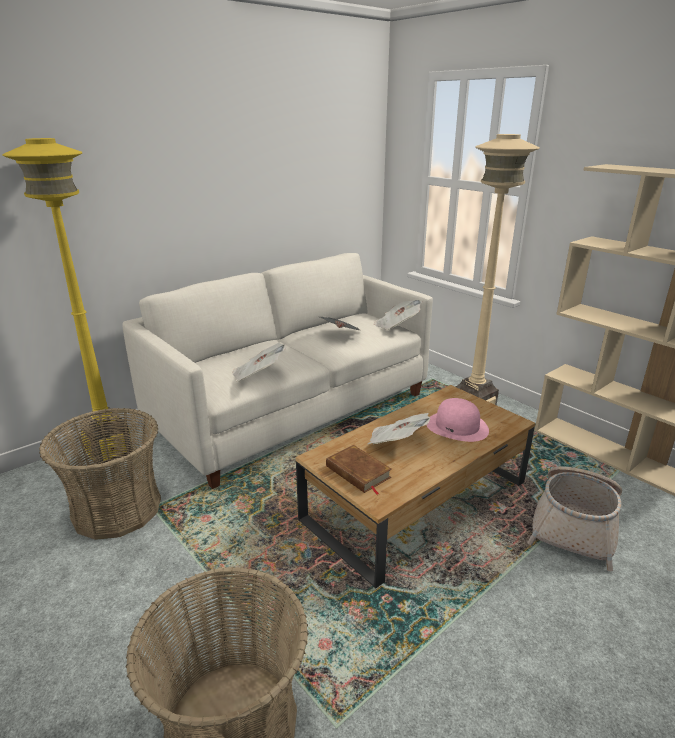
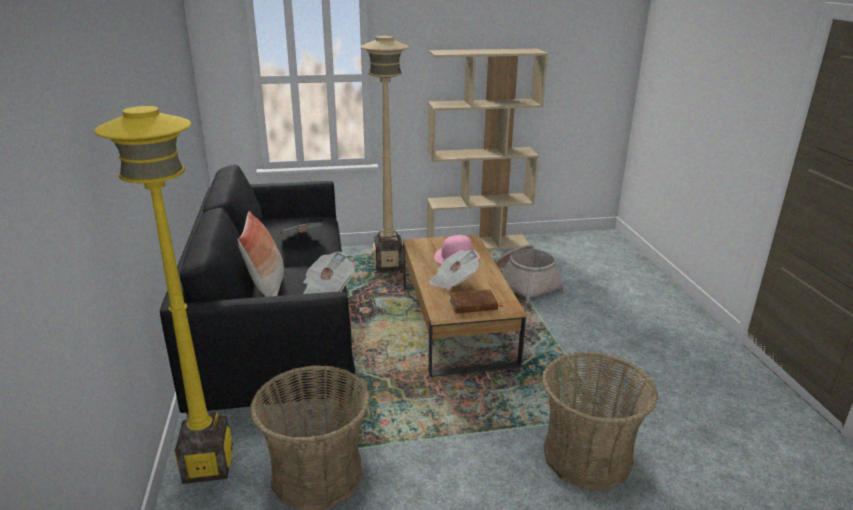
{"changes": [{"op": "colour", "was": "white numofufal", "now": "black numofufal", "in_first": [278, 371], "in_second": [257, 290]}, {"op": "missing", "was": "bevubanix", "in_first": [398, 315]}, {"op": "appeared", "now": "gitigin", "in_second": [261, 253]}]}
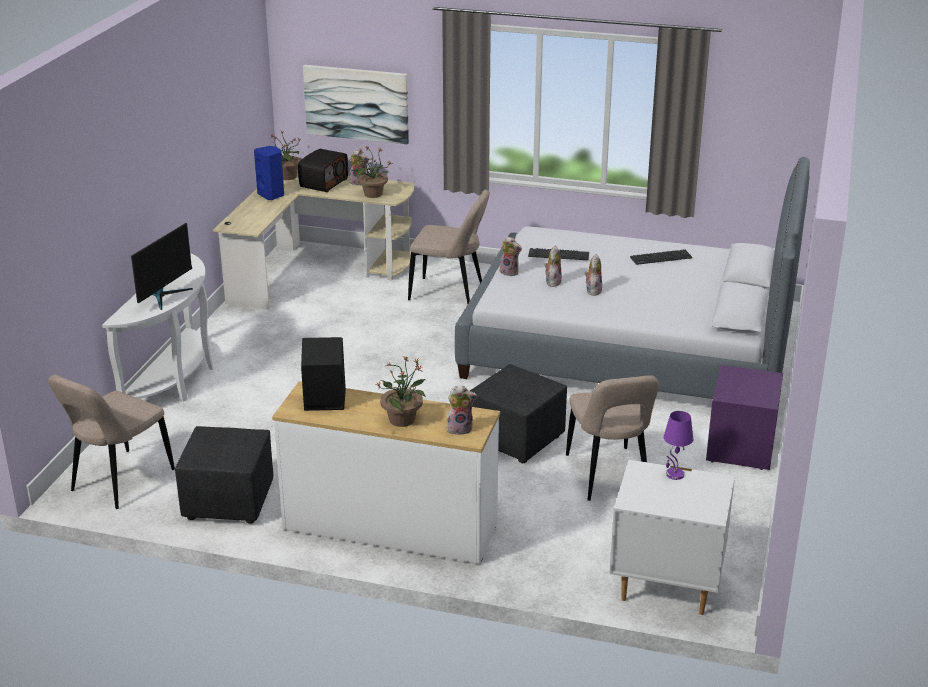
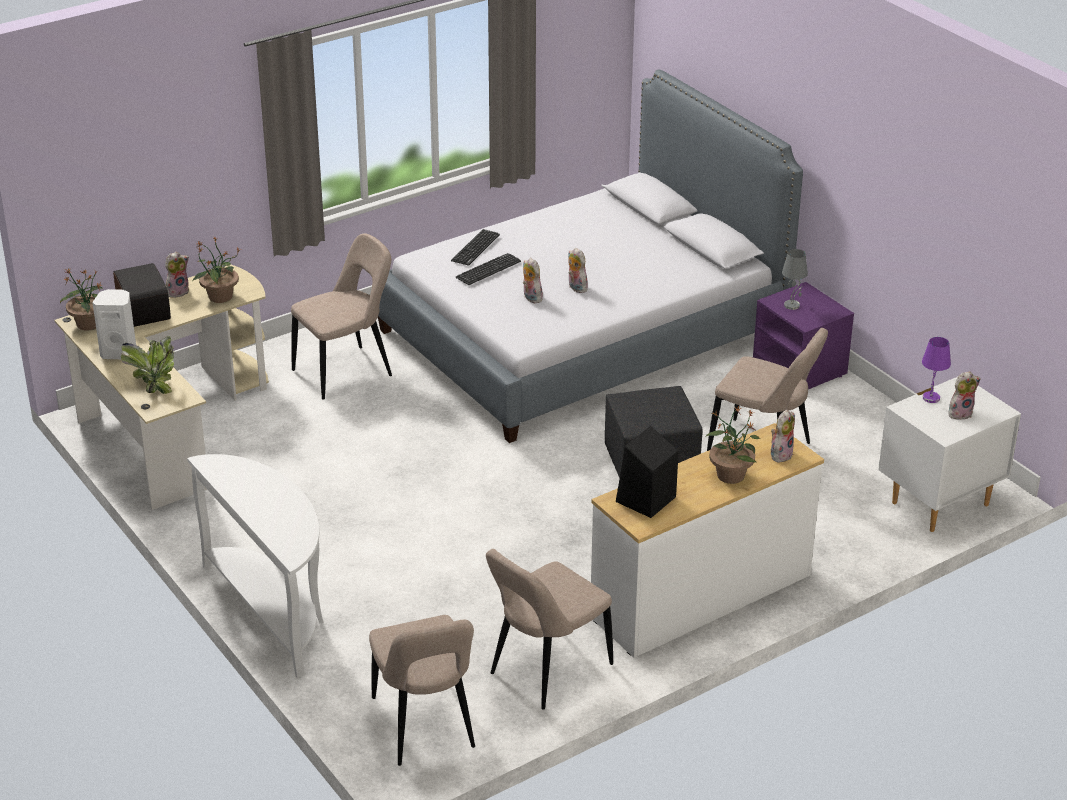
{"changes": [{"op": "missing", "was": "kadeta", "in_first": [162, 266]}, {"op": "exchanged", "was": "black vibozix", "now": "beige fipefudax", "in_first": [224, 475], "in_second": [549, 629]}, {"op": "colour", "was": "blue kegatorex", "now": "white kegatorex", "in_first": [269, 173], "in_second": [114, 324]}, {"op": "missing", "was": "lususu", "in_first": [356, 104]}, {"op": "relocated", "was": "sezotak", "in_first": [510, 256], "in_second": [964, 395]}, {"op": "relocated", "was": "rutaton", "in_first": [661, 257], "in_second": [475, 247]}, {"op": "appeared", "now": "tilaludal", "in_second": [148, 365]}, {"op": "appeared", "now": "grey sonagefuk", "in_second": [795, 279]}]}
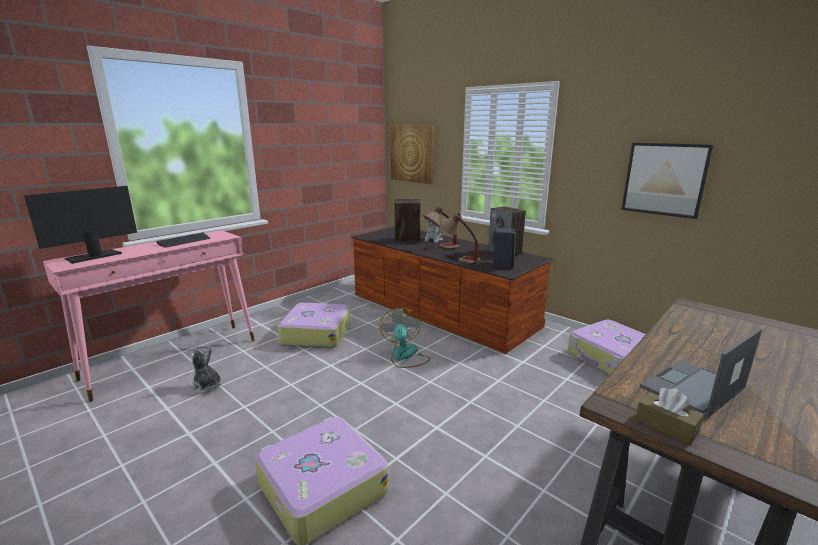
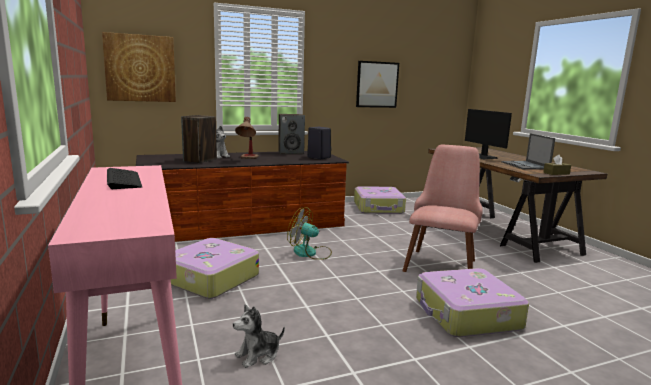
{"changes": [{"op": "relocated", "was": "kadeta", "in_first": [80, 225], "in_second": [488, 134]}, {"op": "missing", "was": "sonagefuk", "in_first": [460, 238]}, {"op": "appeared", "now": "pink fipefudax", "in_second": [443, 208]}]}
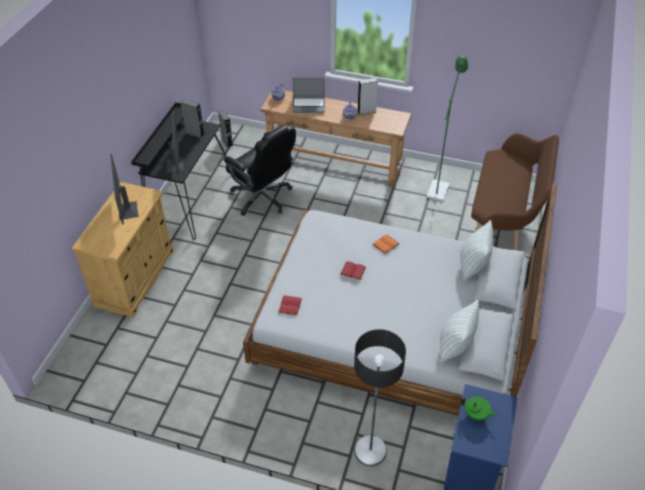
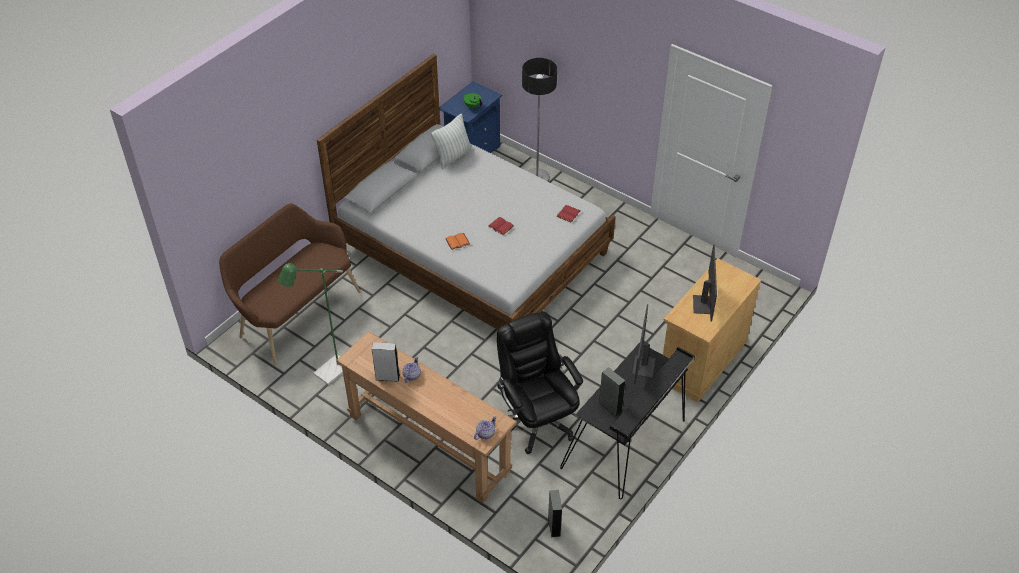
{"changes": [{"op": "missing", "was": "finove", "in_first": [308, 95]}, {"op": "missing", "was": "gitigin", "in_first": [476, 251]}]}
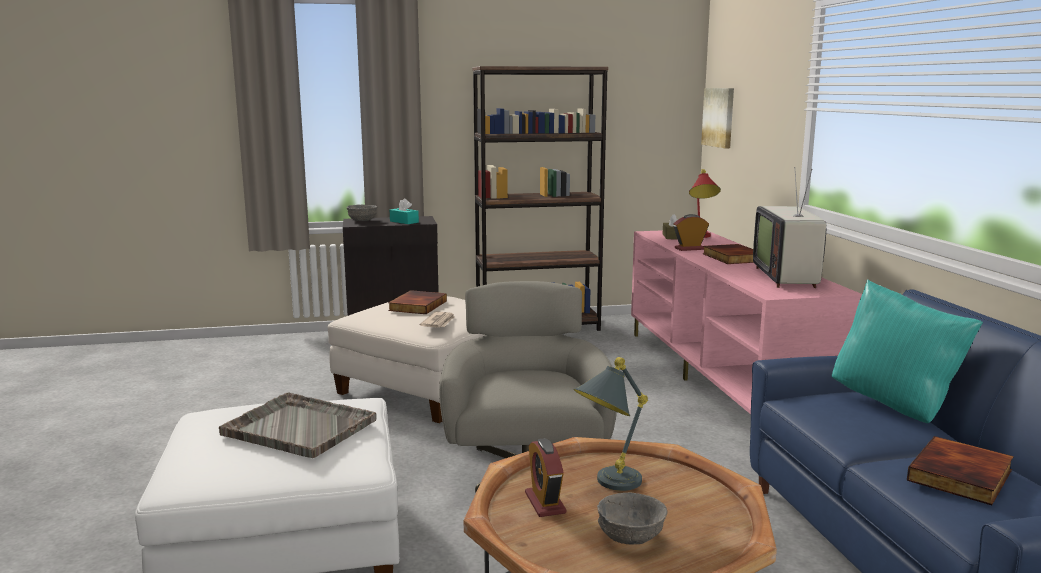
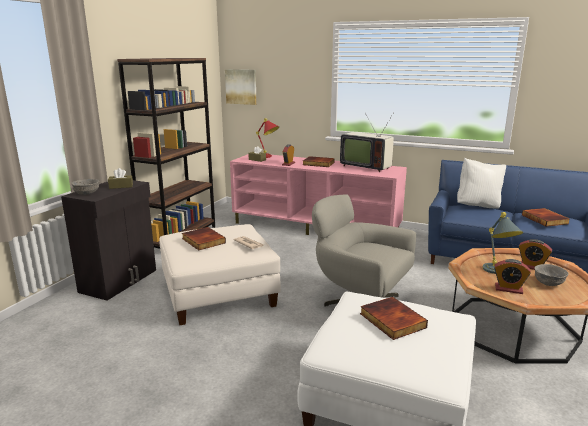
{"changes": [{"op": "exchanged", "was": "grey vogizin", "now": "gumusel", "in_first": [298, 425], "in_second": [394, 318]}, {"op": "colour", "was": "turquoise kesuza", "now": "brown kesuza", "in_first": [404, 211], "in_second": [120, 178]}, {"op": "colour", "was": "turquoise gitigin", "now": "white gitigin", "in_first": [907, 351], "in_second": [481, 183]}, {"op": "appeared", "now": "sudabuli", "in_second": [535, 254]}]}
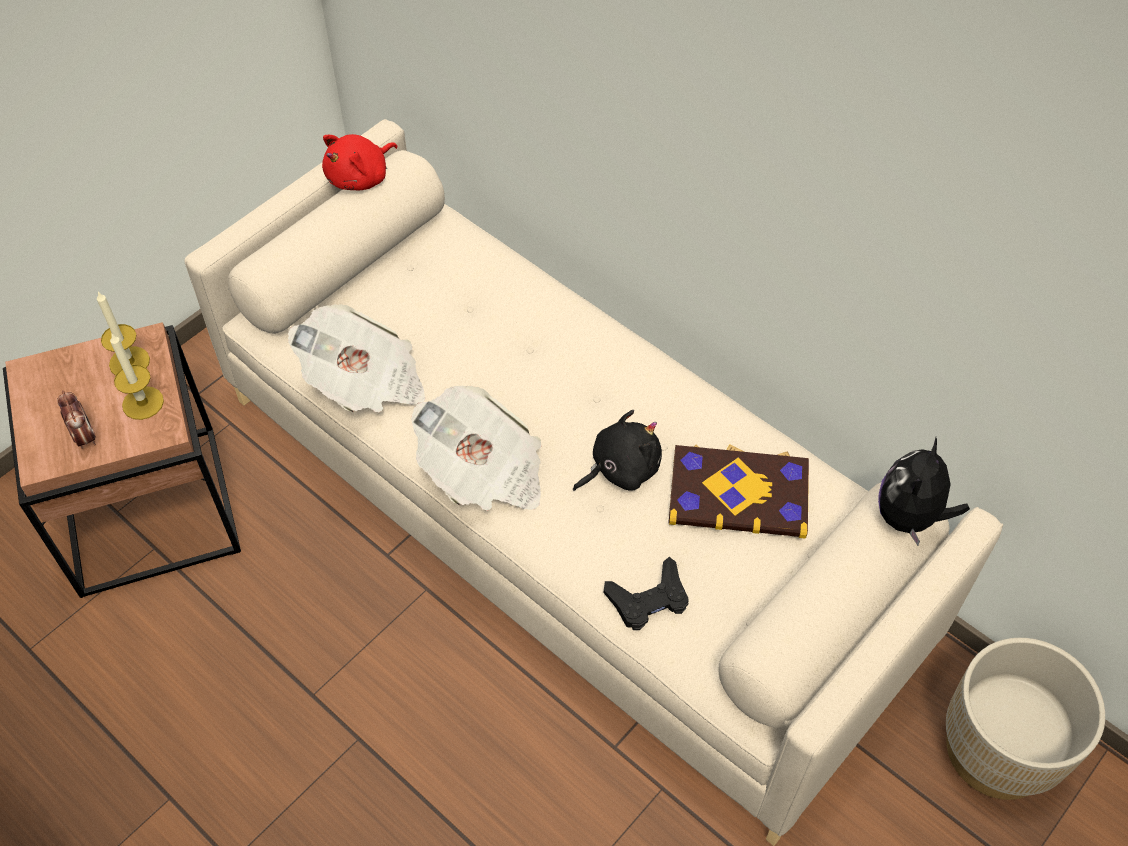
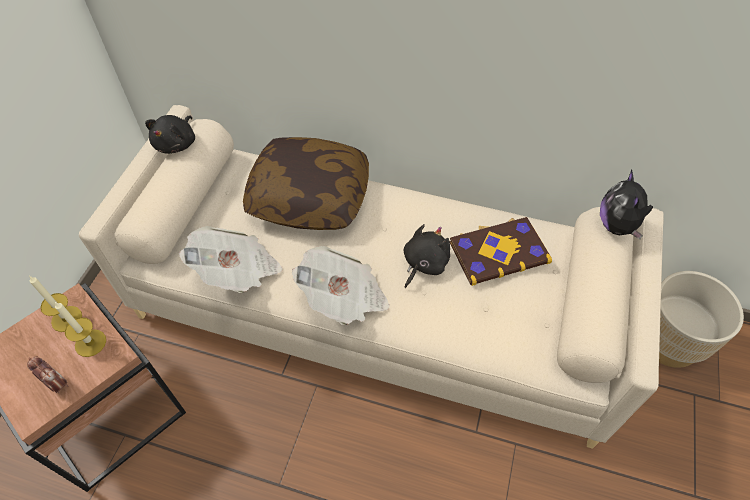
{"changes": [{"op": "colour", "was": "red sezotak", "now": "black sezotak", "in_first": [359, 162], "in_second": [170, 134]}, {"op": "missing", "was": "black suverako", "in_first": [646, 593]}, {"op": "appeared", "now": "gitigin", "in_second": [306, 183]}]}
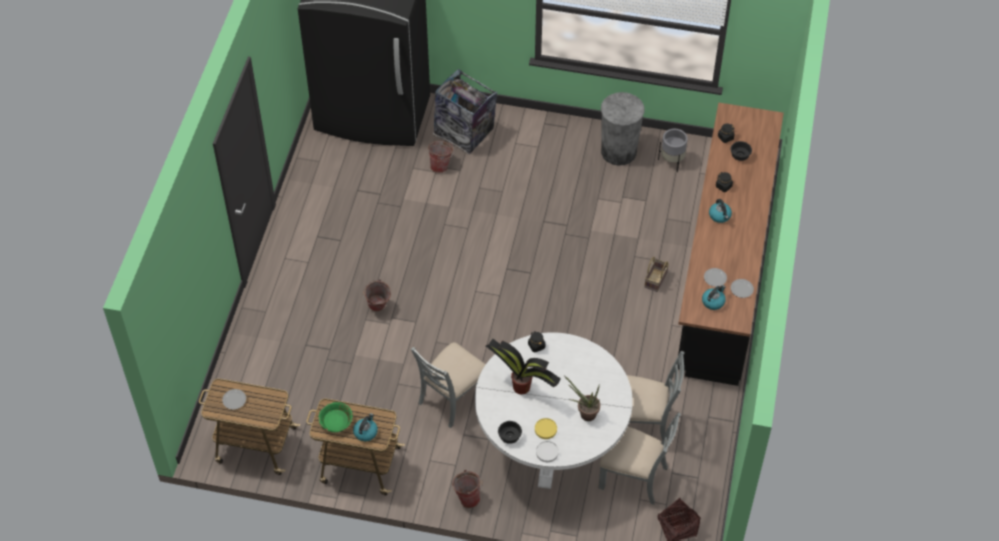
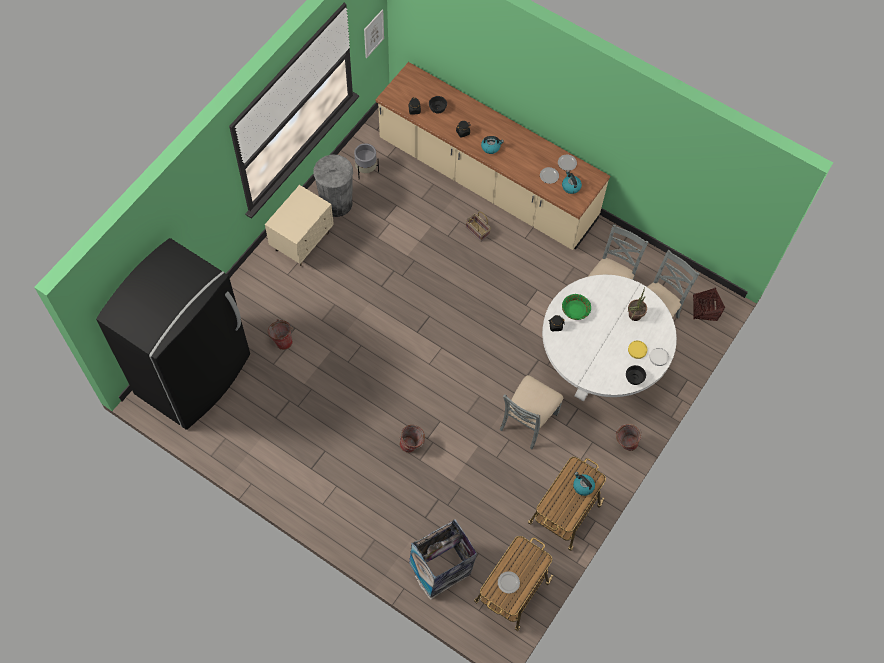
{"changes": [{"op": "relocated", "was": "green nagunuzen", "in_first": [335, 417], "in_second": [576, 307]}, {"op": "spun", "was": "grey fipefudax", "in_first": [448, 385], "in_second": [531, 412], "clockwise": 60}, {"op": "relocated", "was": "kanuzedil", "in_first": [465, 111], "in_second": [443, 559]}, {"op": "missing", "was": "tilaludal", "in_first": [523, 366]}, {"op": "colour", "was": "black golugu", "now": "beige golugu", "in_first": [731, 244], "in_second": [493, 156]}, {"op": "appeared", "now": "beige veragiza", "in_second": [299, 225]}, {"op": "appeared", "now": "lususu", "in_second": [374, 33]}]}
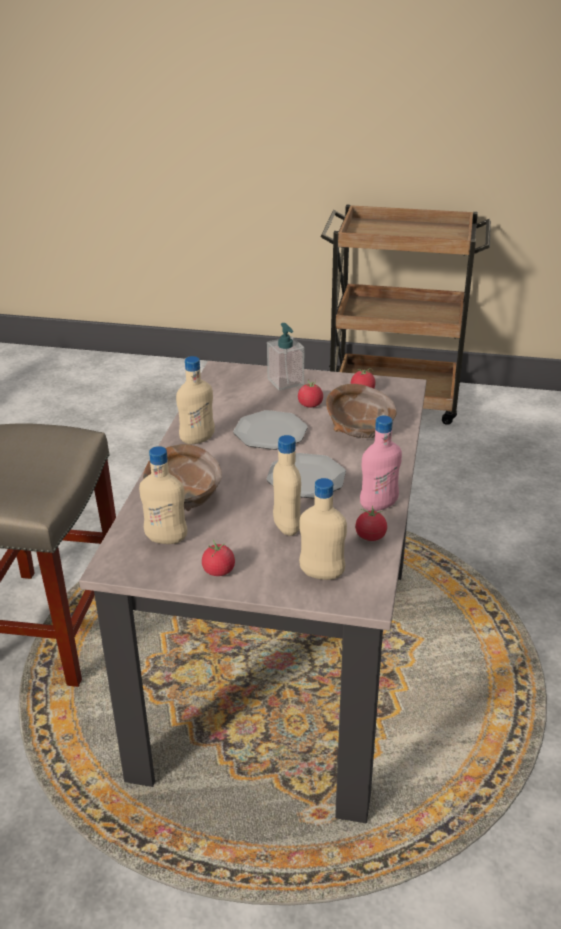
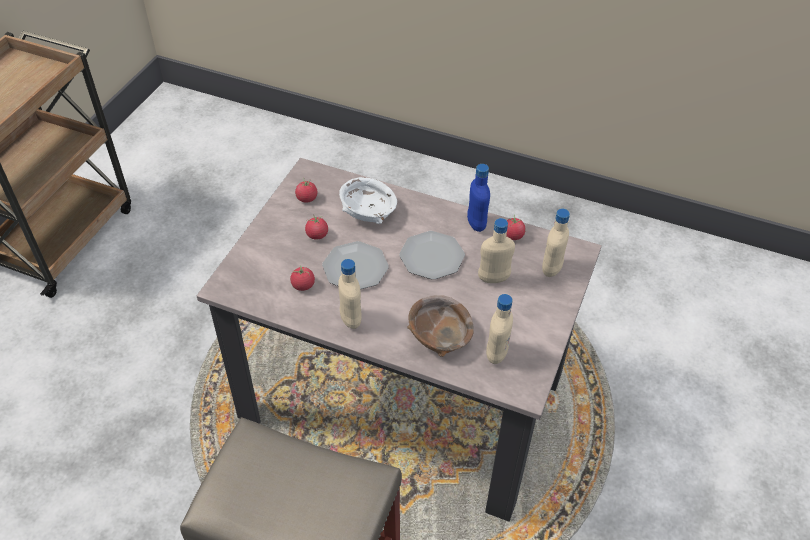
{"changes": [{"op": "relocated", "was": "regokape", "in_first": [218, 558], "in_second": [302, 278]}, {"op": "missing", "was": "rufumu", "in_first": [285, 357]}, {"op": "colour", "was": "brown nagunuzen", "now": "white nagunuzen", "in_first": [361, 411], "in_second": [368, 200]}, {"op": "colour", "was": "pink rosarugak", "now": "blue rosarugak", "in_first": [381, 463], "in_second": [478, 198]}]}
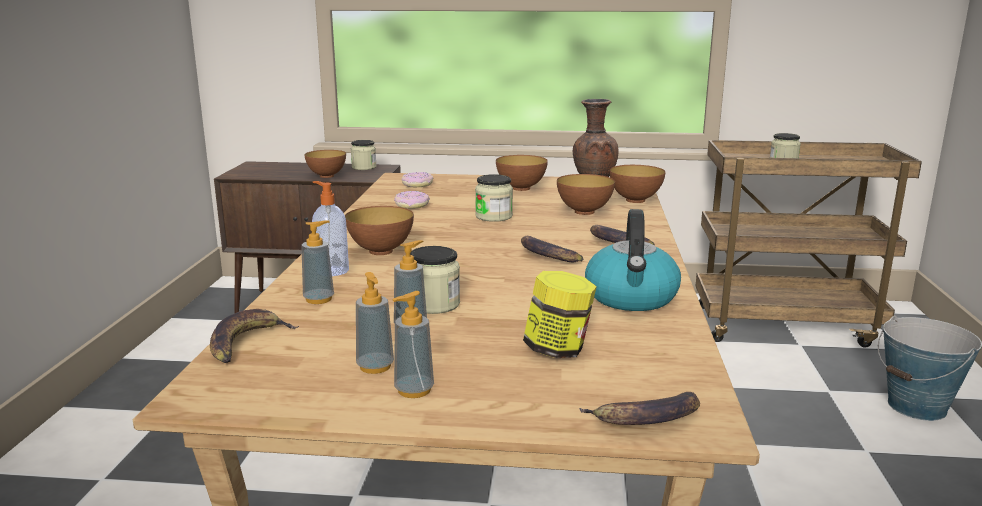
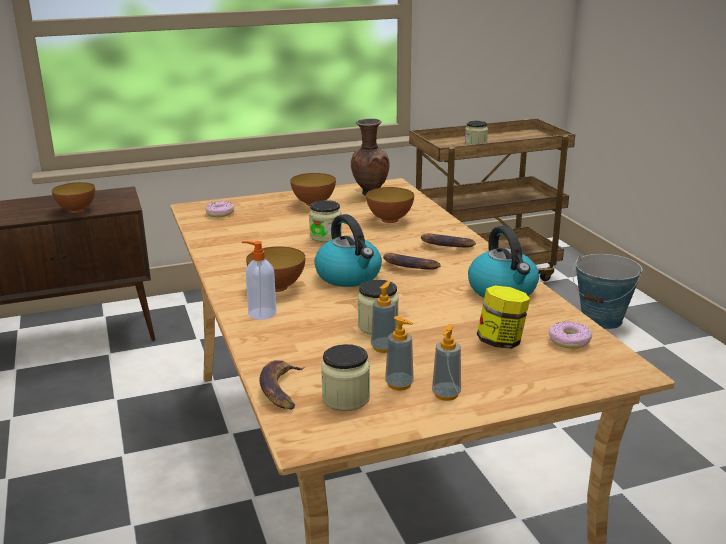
{"changes": [{"op": "missing", "was": "rufumu", "in_first": [317, 262]}, {"op": "relocated", "was": "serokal", "in_first": [364, 155], "in_second": [345, 377]}, {"op": "relocated", "was": "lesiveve", "in_first": [412, 200], "in_second": [570, 335]}, {"op": "missing", "was": "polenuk", "in_first": [639, 408]}, {"op": "missing", "was": "nagunuzen", "in_first": [638, 184]}, {"op": "appeared", "now": "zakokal", "in_second": [348, 250]}]}
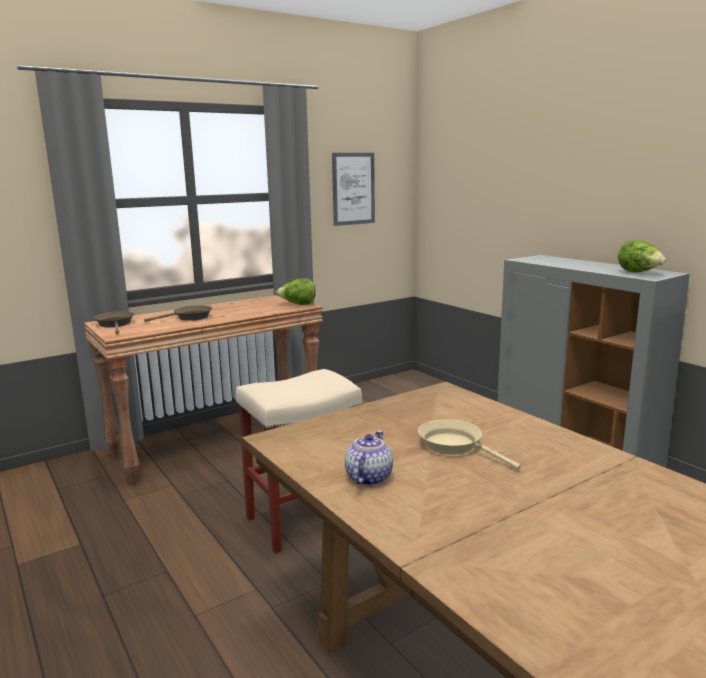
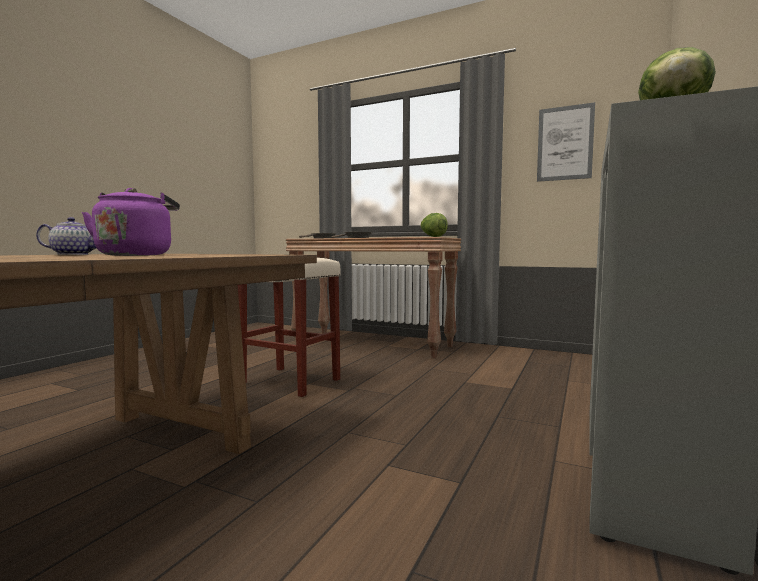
{"changes": [{"op": "exchanged", "was": "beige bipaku", "now": "purple zakokal", "in_first": [469, 444], "in_second": [131, 222]}]}
